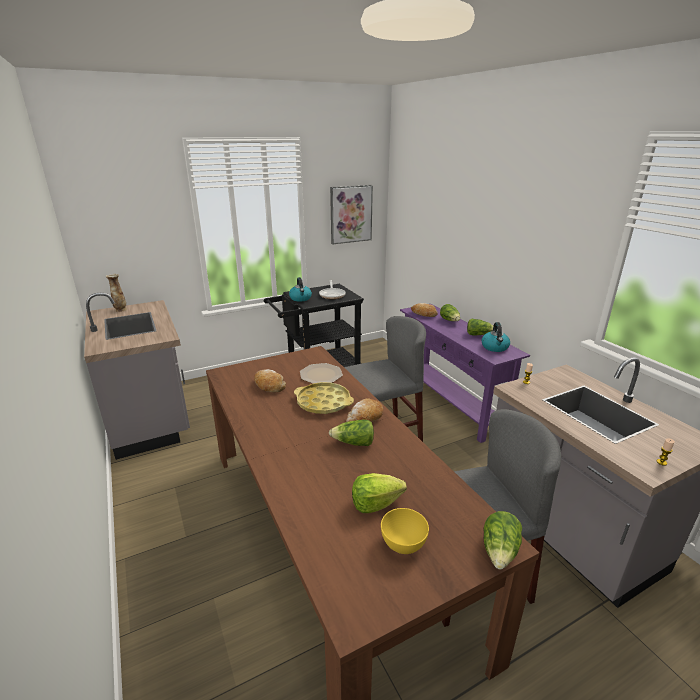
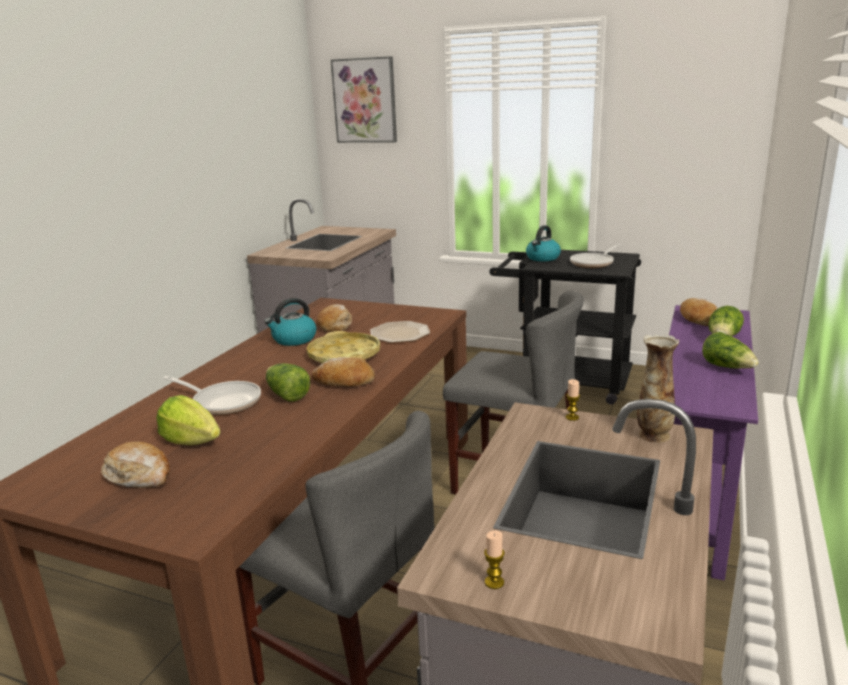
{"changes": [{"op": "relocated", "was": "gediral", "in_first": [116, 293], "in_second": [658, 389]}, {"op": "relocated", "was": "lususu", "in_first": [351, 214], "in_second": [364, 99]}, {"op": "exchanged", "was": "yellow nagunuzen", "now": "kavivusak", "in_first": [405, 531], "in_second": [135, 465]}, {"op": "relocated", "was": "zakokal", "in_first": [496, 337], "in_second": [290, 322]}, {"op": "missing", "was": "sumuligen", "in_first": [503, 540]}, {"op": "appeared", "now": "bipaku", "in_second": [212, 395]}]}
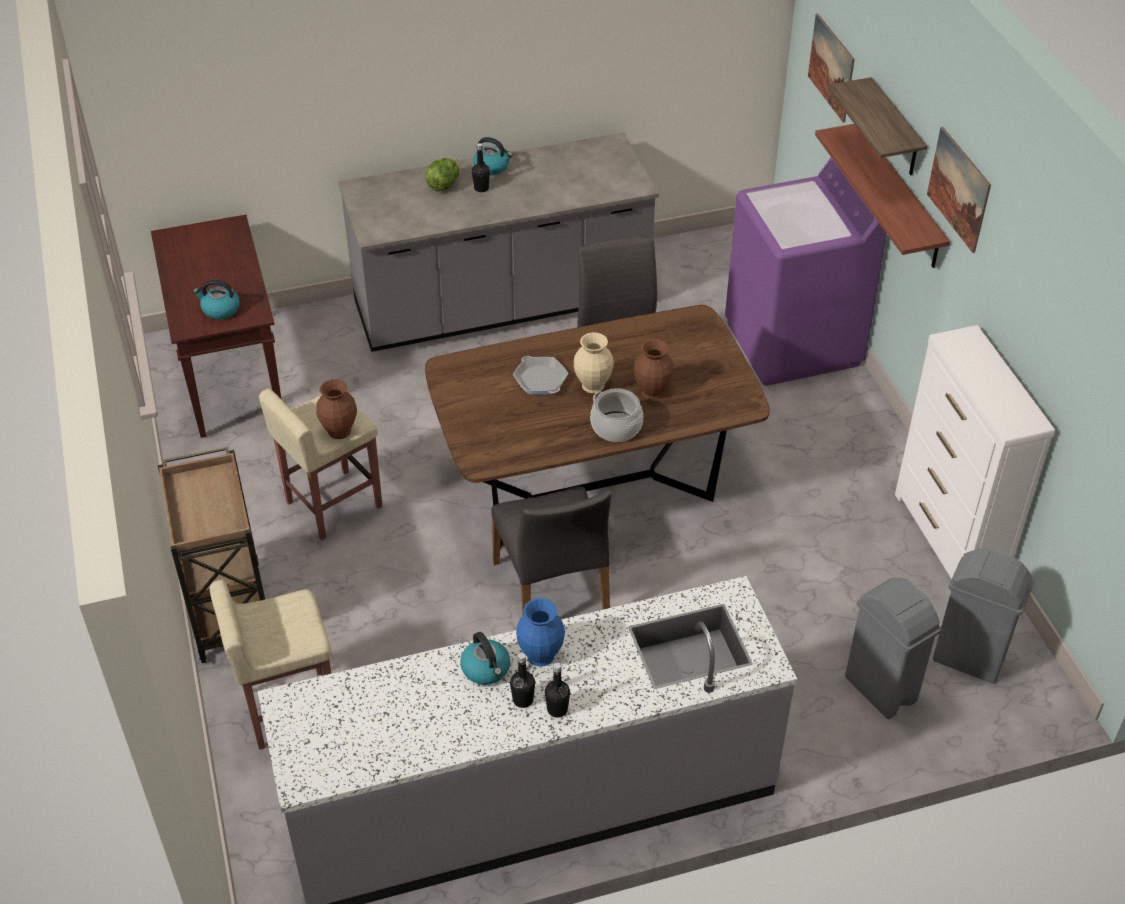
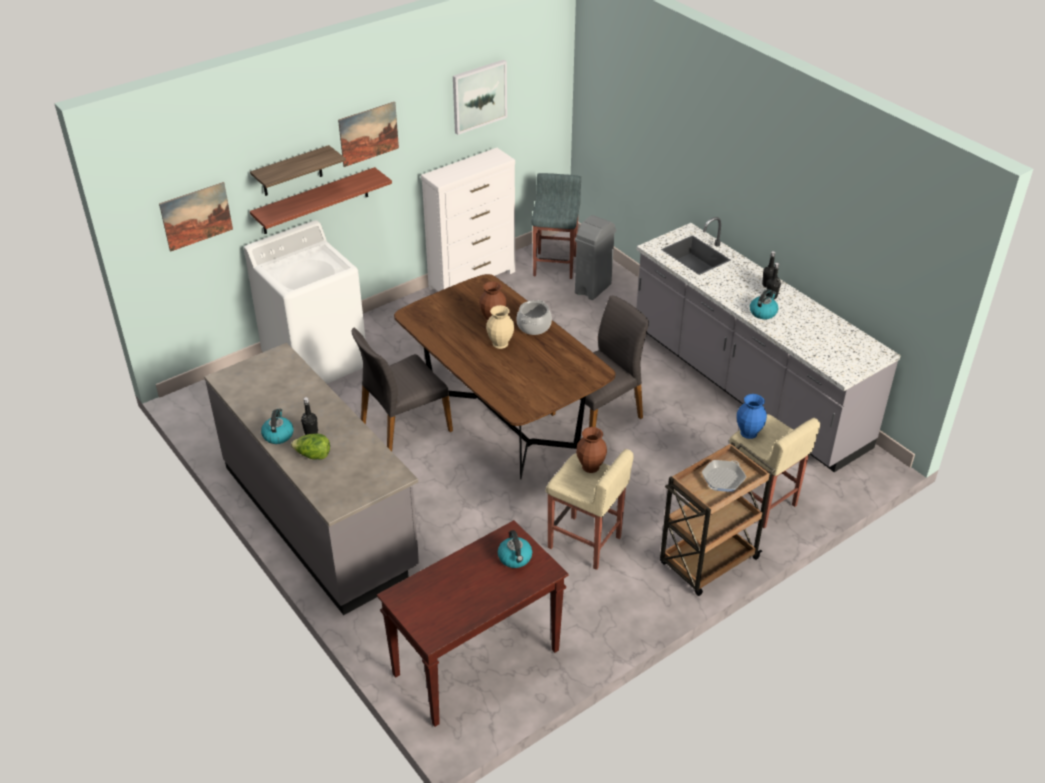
{"changes": [{"op": "relocated", "was": "bipaku", "in_first": [540, 375], "in_second": [724, 476]}, {"op": "relocated", "was": "blue gediral", "in_first": [540, 632], "in_second": [752, 416]}, {"op": "colour", "was": "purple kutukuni", "now": "white kutukuni", "in_first": [806, 272], "in_second": [305, 302]}, {"op": "exchanged", "was": "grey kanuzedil", "now": "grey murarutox", "in_first": [983, 616], "in_second": [556, 226]}, {"op": "appeared", "now": "lususu", "in_second": [480, 97]}]}
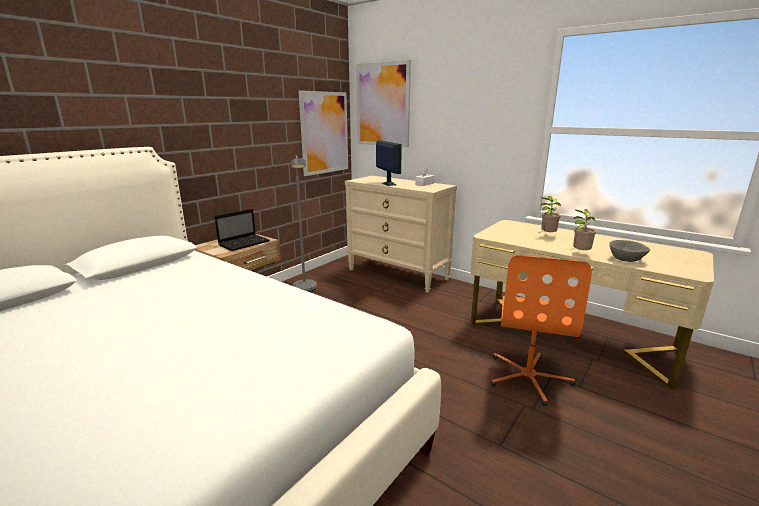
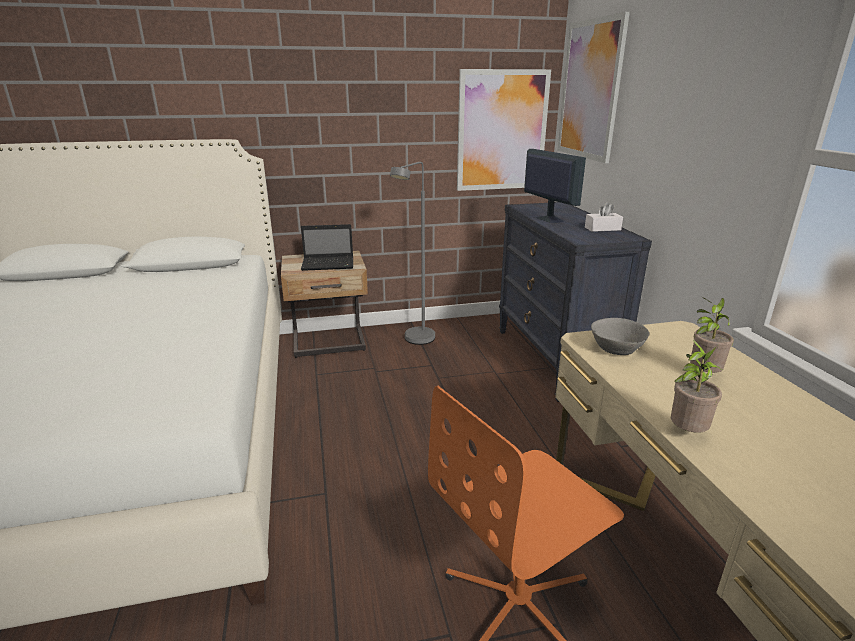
{"changes": [{"op": "colour", "was": "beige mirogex", "now": "black mirogex", "in_first": [401, 234], "in_second": [575, 302]}, {"op": "spun", "was": "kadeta", "in_first": [389, 163], "in_second": [555, 186], "clockwise": -45}, {"op": "relocated", "was": "grey nagunuzen", "in_first": [629, 251], "in_second": [620, 336]}]}
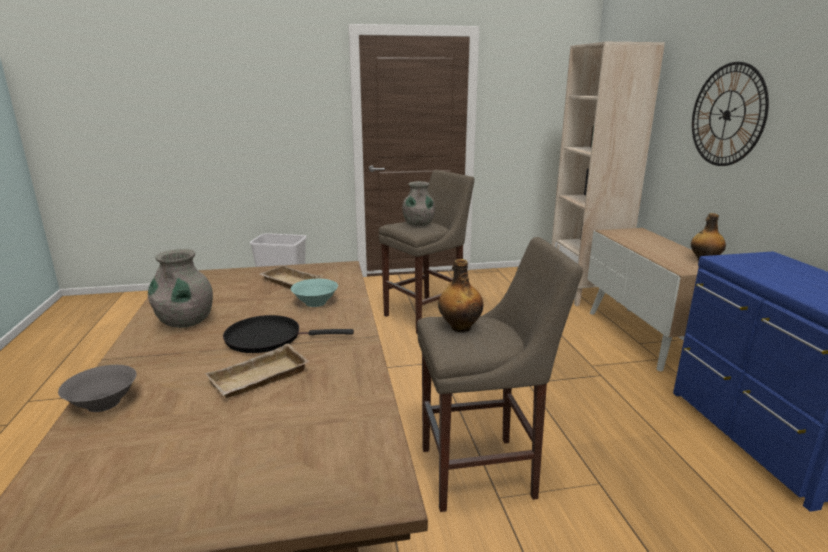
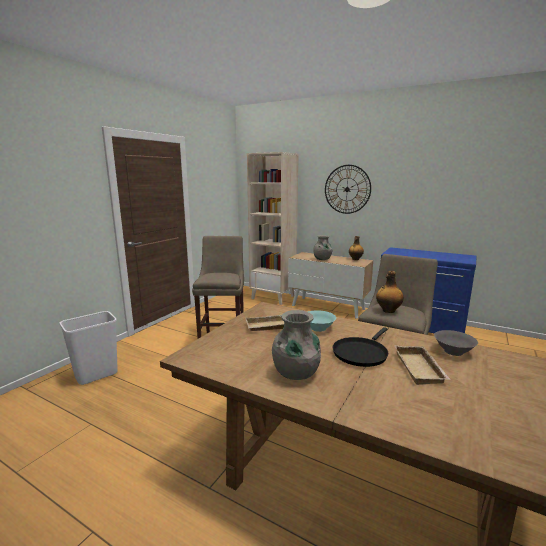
{"changes": [{"op": "relocated", "was": "grey nagunuzen", "in_first": [97, 388], "in_second": [456, 343]}, {"op": "relocated", "was": "grey gediral", "in_first": [418, 203], "in_second": [322, 247]}]}
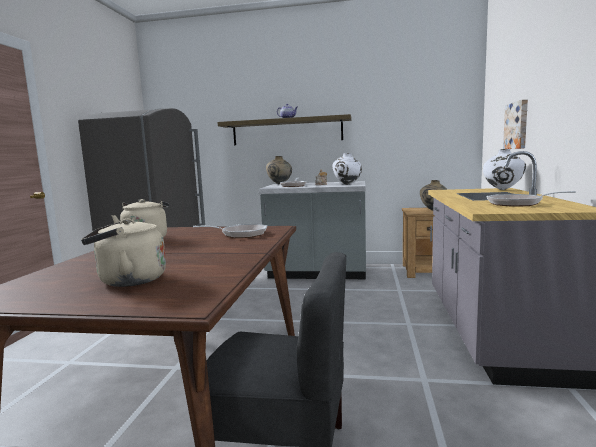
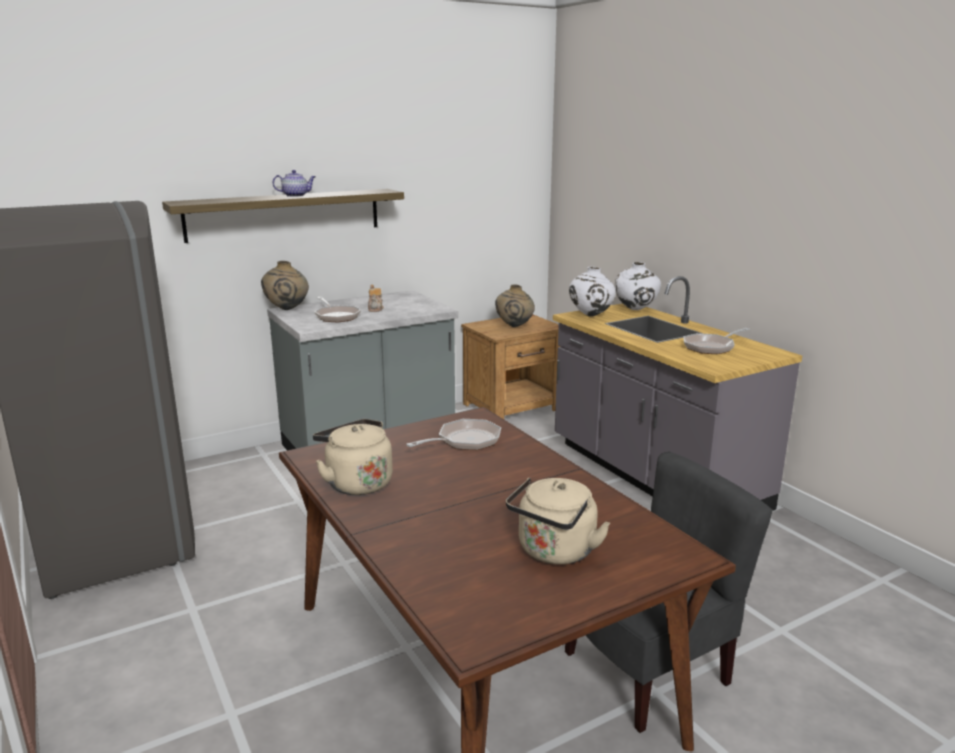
{"changes": [{"op": "relocated", "was": "white gediral", "in_first": [347, 169], "in_second": [592, 291]}, {"op": "missing", "was": "lususu", "in_first": [515, 124]}]}
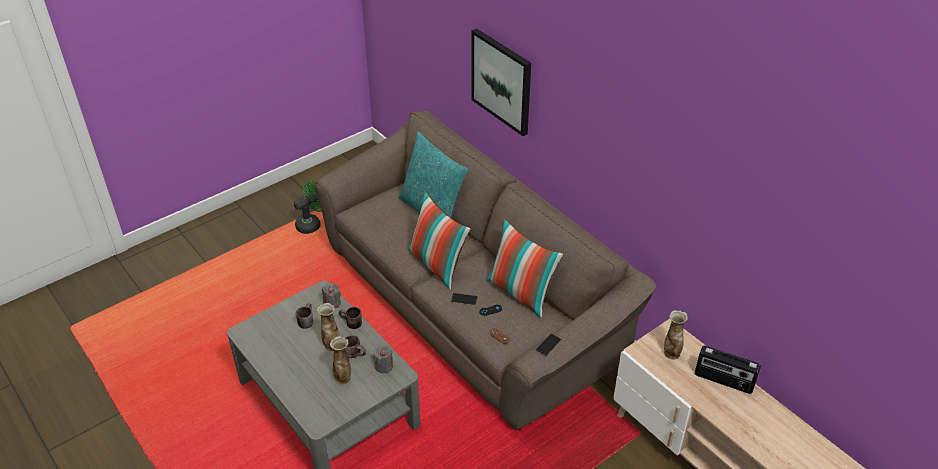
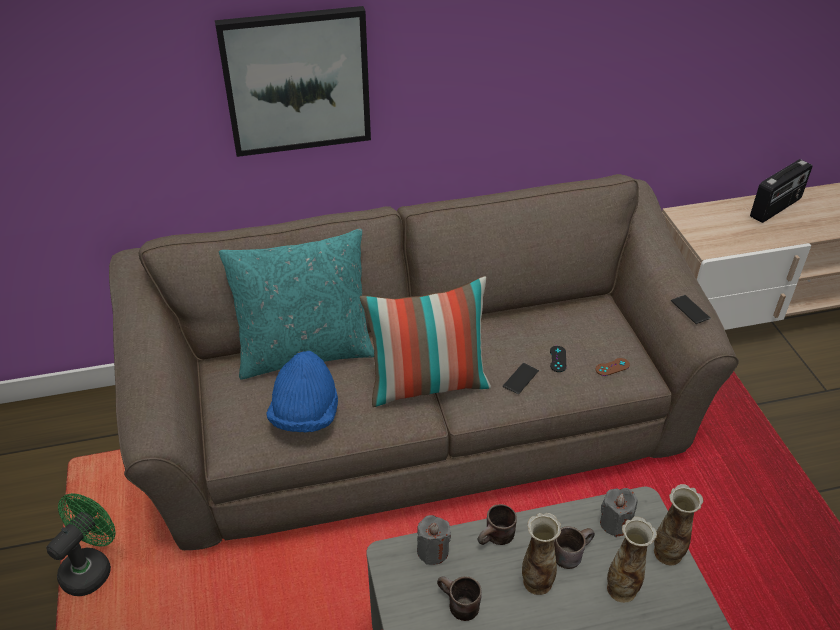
{"changes": [{"op": "spun", "was": "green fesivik", "in_first": [308, 207], "in_second": [81, 544], "clockwise": 45}, {"op": "missing", "was": "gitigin", "in_first": [524, 268]}, {"op": "relocated", "was": "gediral", "in_first": [676, 335], "in_second": [678, 524]}, {"op": "appeared", "now": "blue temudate", "in_second": [302, 392]}]}
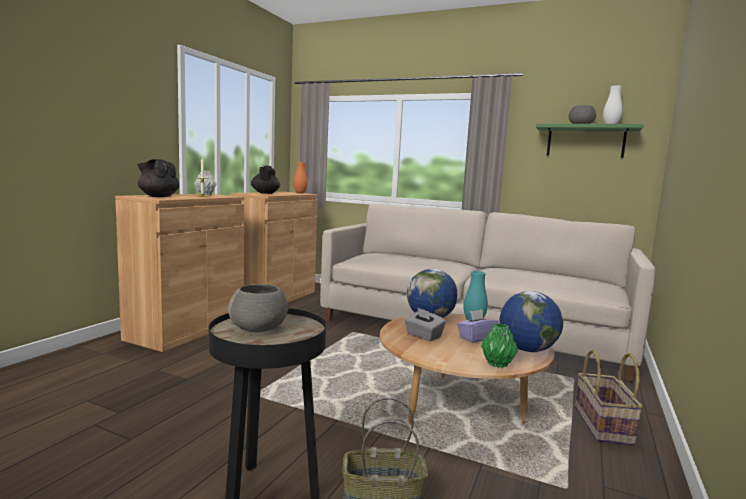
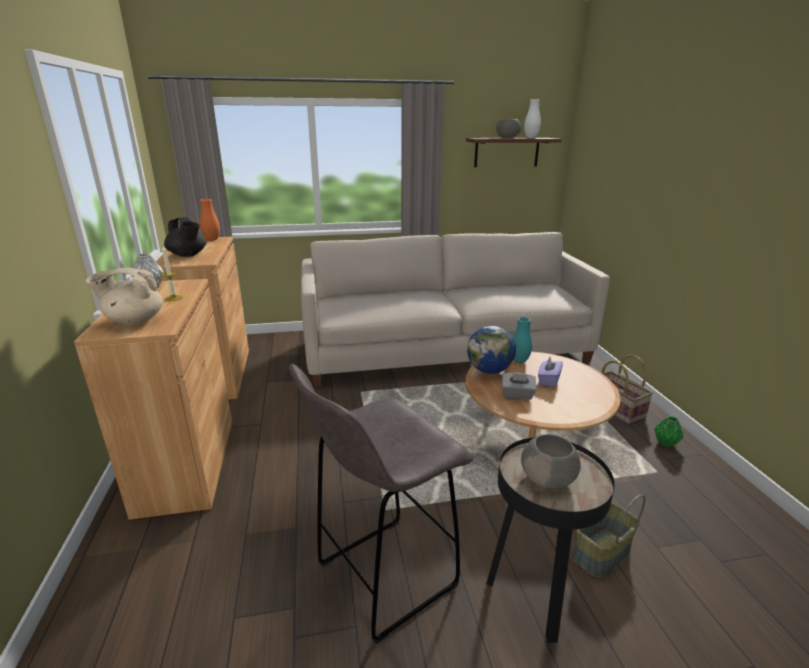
{"changes": [{"op": "colour", "was": "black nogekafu", "now": "beige nogekafu", "in_first": [158, 178], "in_second": [124, 296]}, {"op": "relocated", "was": "green gediral", "in_first": [499, 345], "in_second": [669, 431]}, {"op": "missing", "was": "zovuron", "in_first": [531, 321]}, {"op": "colour", "was": "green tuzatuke", "now": "brown tuzatuke", "in_first": [590, 141], "in_second": [514, 152]}, {"op": "appeared", "now": "grey murarutox", "in_second": [381, 504]}]}
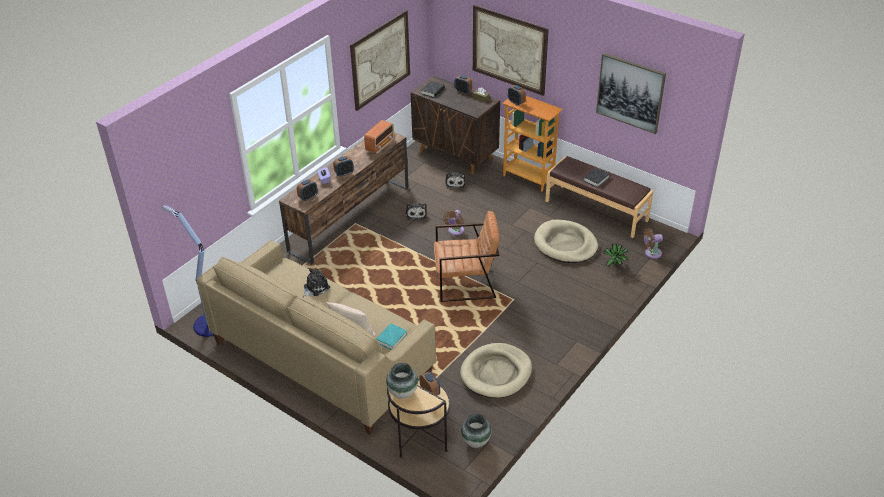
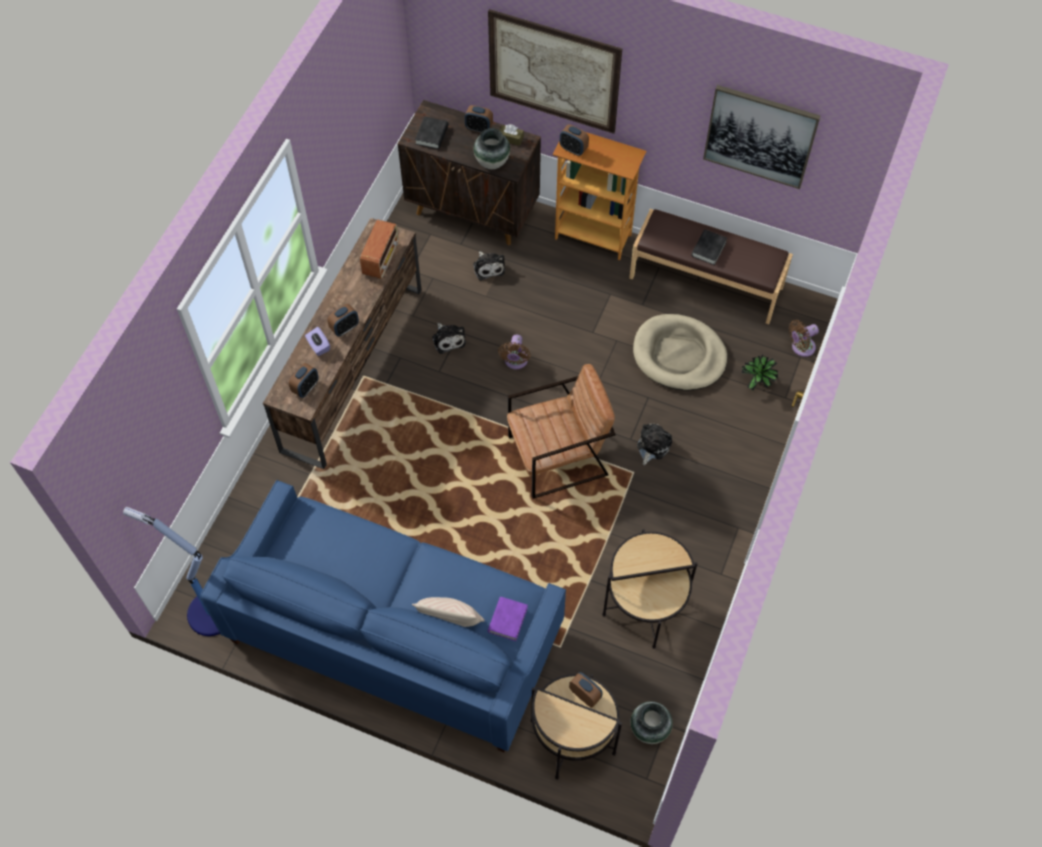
{"changes": [{"op": "colour", "was": "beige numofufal", "now": "blue numofufal", "in_first": [316, 337], "in_second": [383, 616]}, {"op": "relocated", "was": "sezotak", "in_first": [316, 283], "in_second": [654, 444]}, {"op": "missing", "was": "lususu", "in_first": [380, 60]}, {"op": "colour", "was": "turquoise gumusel", "now": "purple gumusel", "in_first": [391, 336], "in_second": [508, 619]}, {"op": "relocated", "was": "gediral", "in_first": [402, 381], "in_second": [492, 148]}, {"op": "exchanged", "was": "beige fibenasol", "now": "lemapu", "in_first": [496, 370], "in_second": [650, 589]}]}
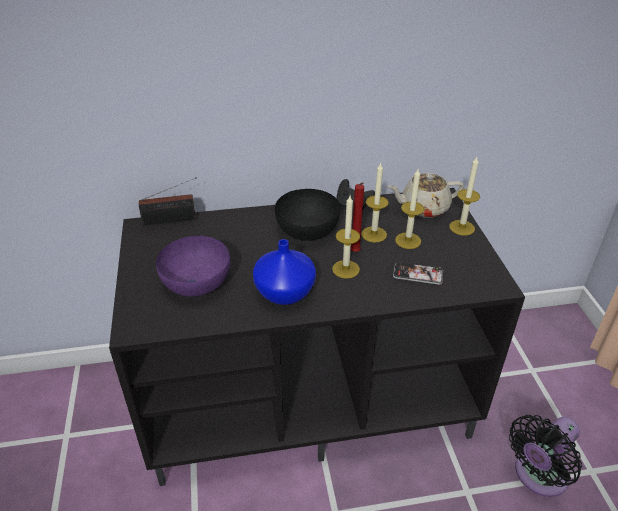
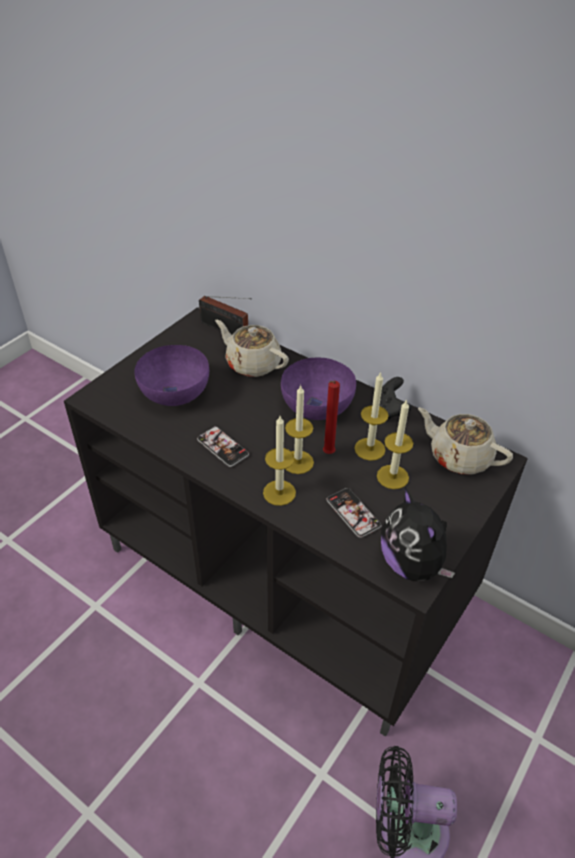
{"changes": [{"op": "exchanged", "was": "blue gediral", "now": "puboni", "in_first": [284, 272], "in_second": [223, 446]}, {"op": "colour", "was": "black nagunuzen", "now": "purple nagunuzen", "in_first": [307, 215], "in_second": [318, 389]}, {"op": "relocated", "was": "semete", "in_first": [464, 196], "in_second": [279, 461]}, {"op": "appeared", "now": "beige nogekafu", "in_second": [252, 348]}, {"op": "appeared", "now": "sezotak", "in_second": [418, 534]}]}
